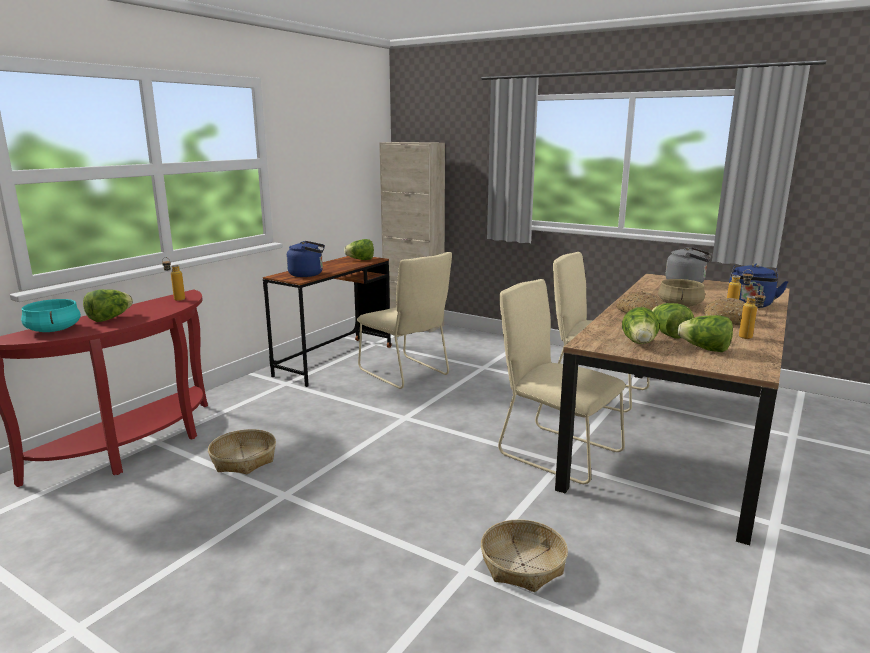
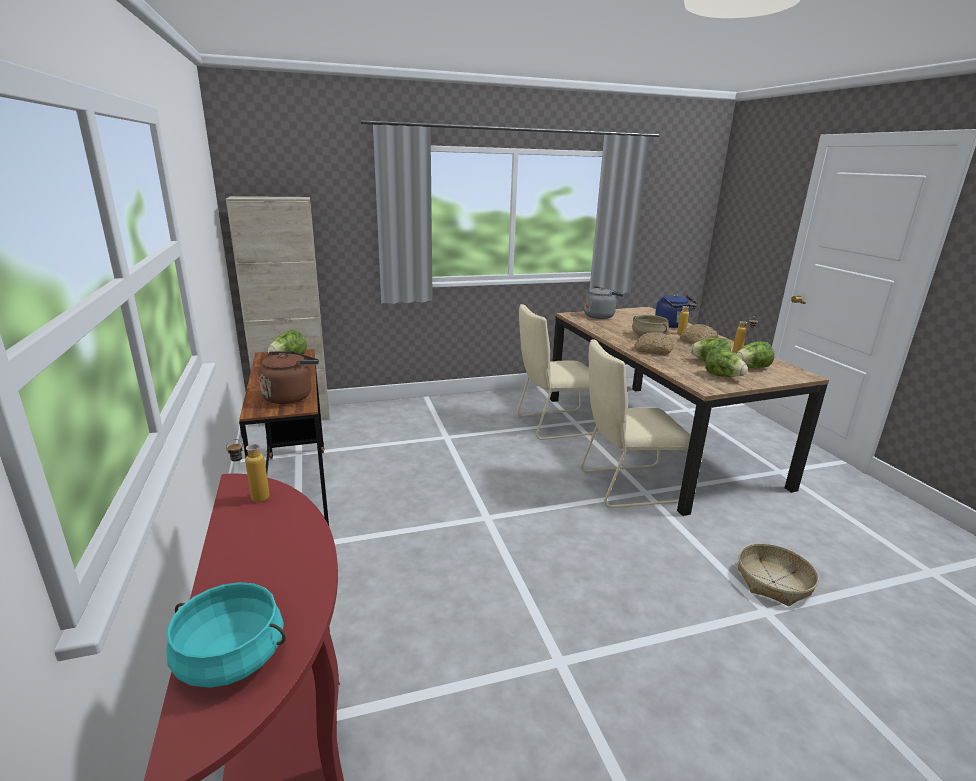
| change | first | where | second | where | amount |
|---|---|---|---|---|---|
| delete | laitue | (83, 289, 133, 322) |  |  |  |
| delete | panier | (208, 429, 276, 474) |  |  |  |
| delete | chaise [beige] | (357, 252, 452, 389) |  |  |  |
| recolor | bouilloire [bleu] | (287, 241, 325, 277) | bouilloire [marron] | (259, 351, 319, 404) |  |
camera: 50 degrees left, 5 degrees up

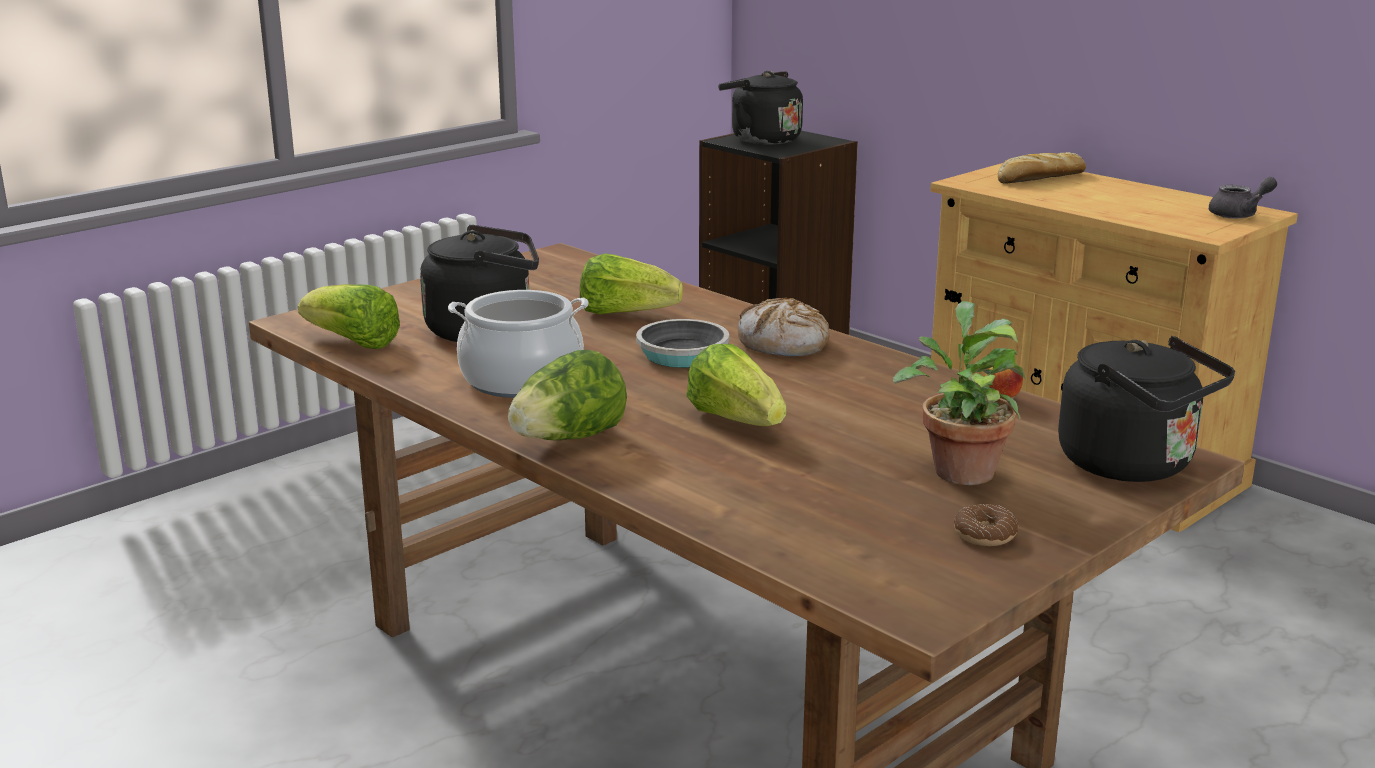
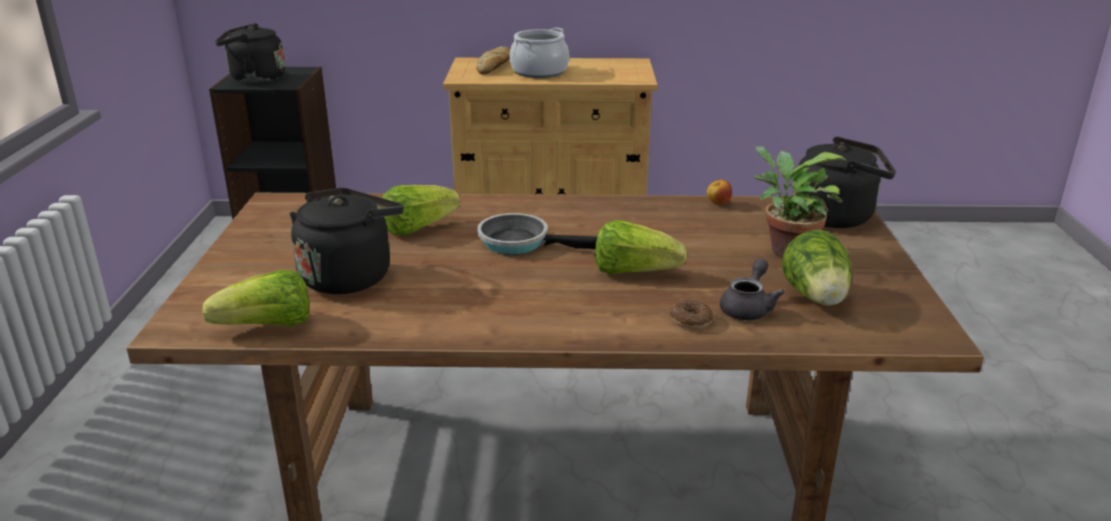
| change | first | where | second | where | amount |
|---|---|---|---|---|---|
| delete | pain | (738, 298, 830, 357) |  |  |  |
| move | marmite | (448, 290, 588, 398) |  | (510, 28, 569, 78) |  |
| move | laitue | (508, 350, 627, 440) |  | (782, 230, 852, 306) |  |
| move | beignet | (954, 504, 1018, 546) |  | (670, 299, 713, 329) |  |
| move | théière [gris] | (1209, 177, 1277, 219) |  | (720, 258, 785, 320) |  |
camera: 45 degrees left, 5 degrees up

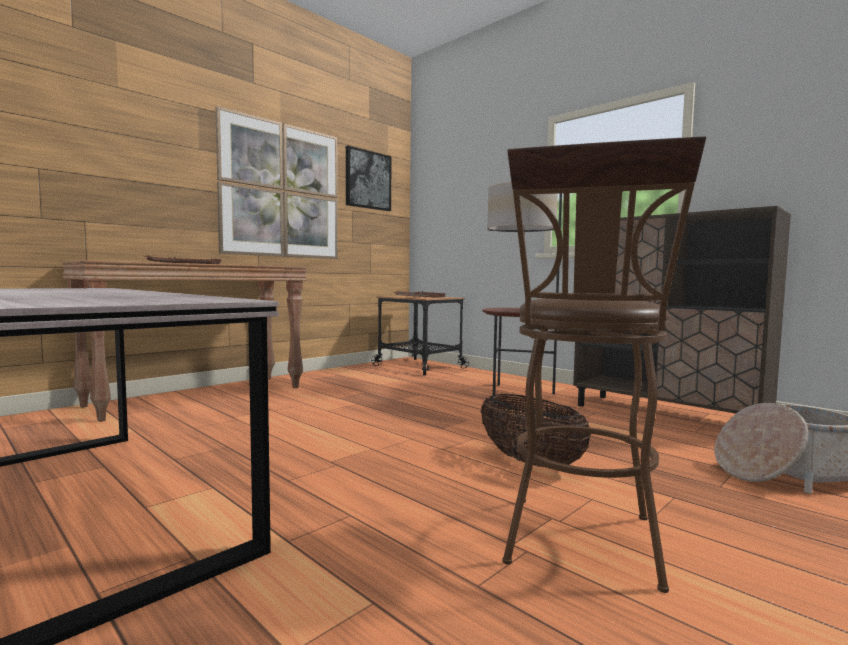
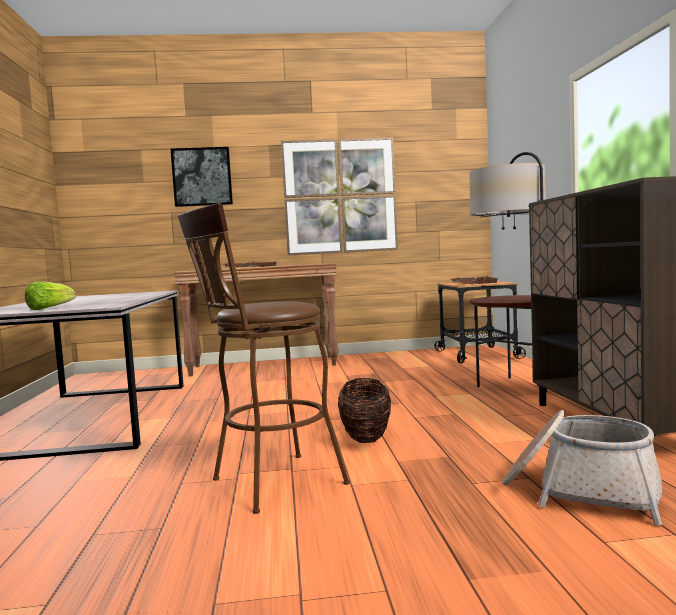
| change | first | where | second | where | amount |
|---|---|---|---|---|---|
| insert |  |  | laitue | (25, 281, 76, 310) |  |
| move | tableau | (346, 146, 392, 211) |  | (171, 147, 233, 207) |  |
camera: 40 degrees right, 0 degrees up

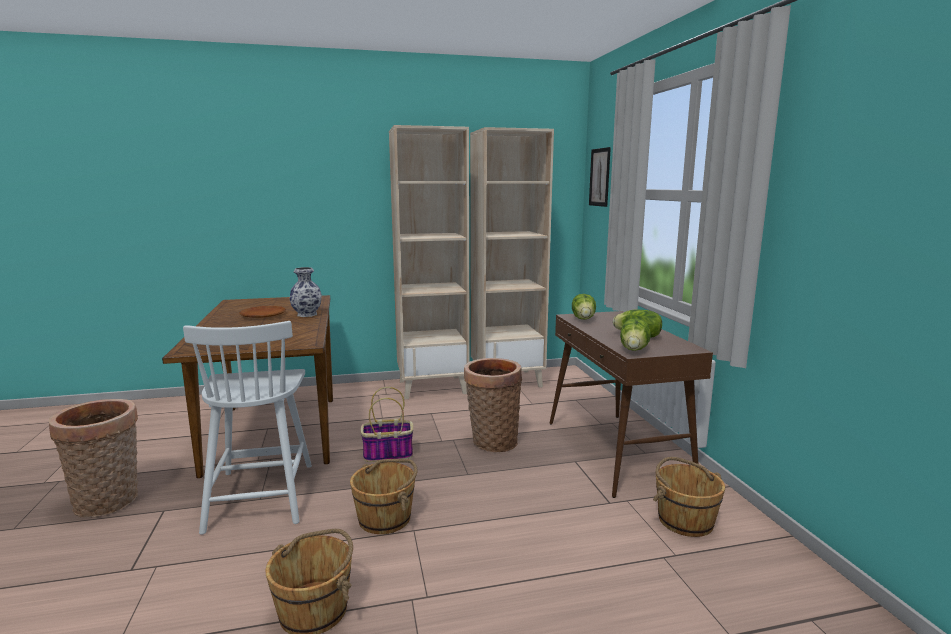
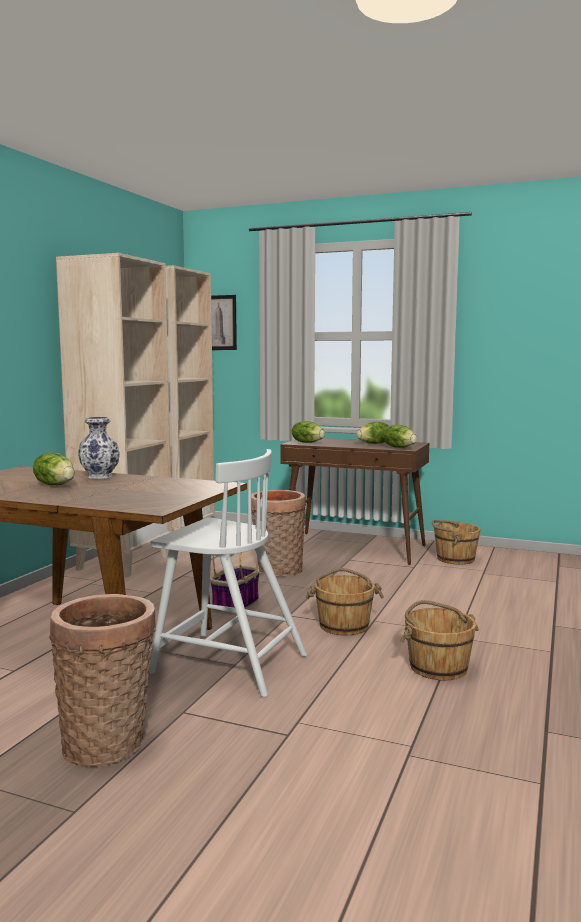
| change | first | where | second | where | amount |
|---|---|---|---|---|---|
| replace | assiette [marron] | (239, 306, 286, 318) | laitue | (33, 453, 74, 485) |  |
camera: 55 degrees left, 5 degrees down

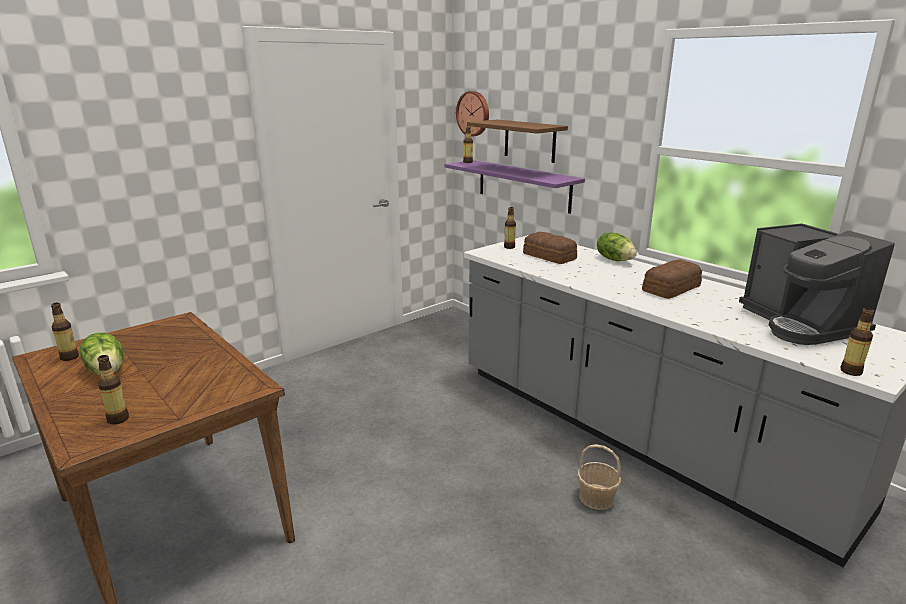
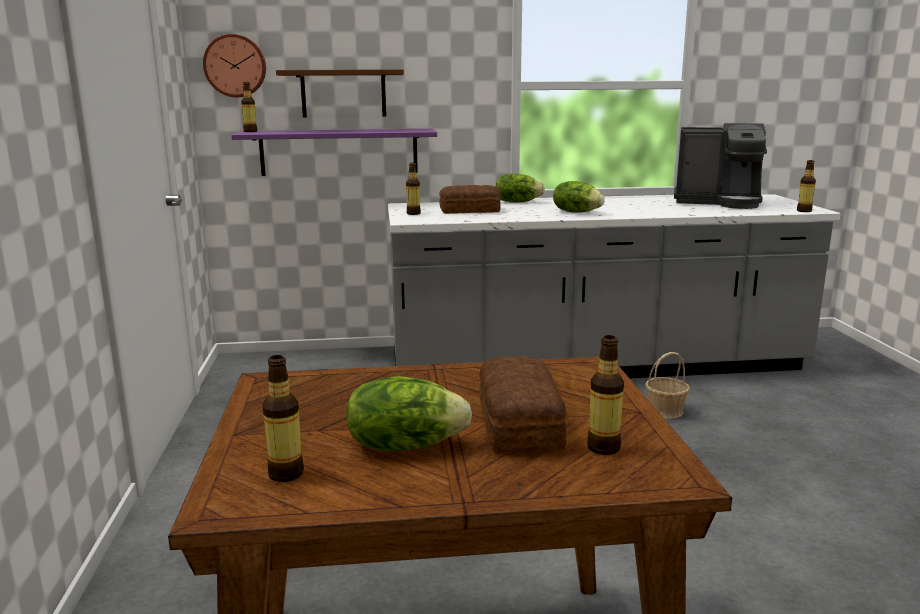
| change | first | where | second | where | amount |
|---|---|---|---|---|---|
| insert |  |  | laitue | (553, 181, 605, 213) |  |
| move | pain | (642, 260, 702, 299) |  | (479, 356, 566, 454) |  |
camera: 55 degrees left, 5 degrees down

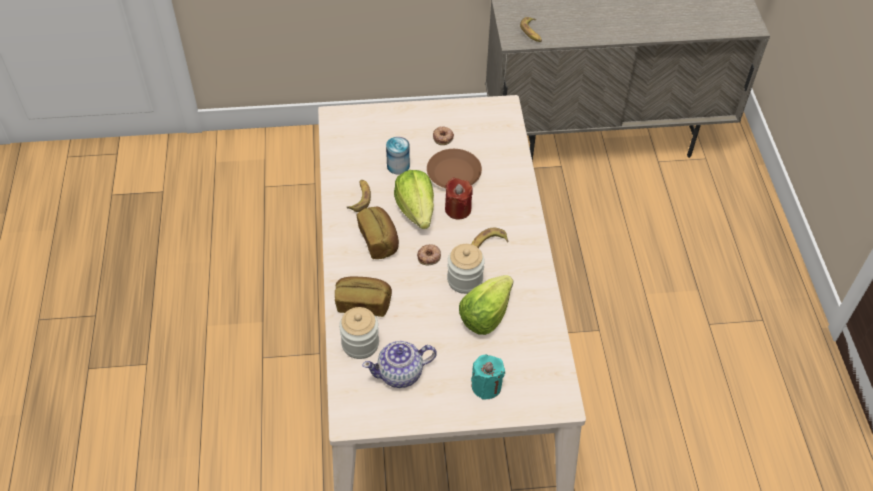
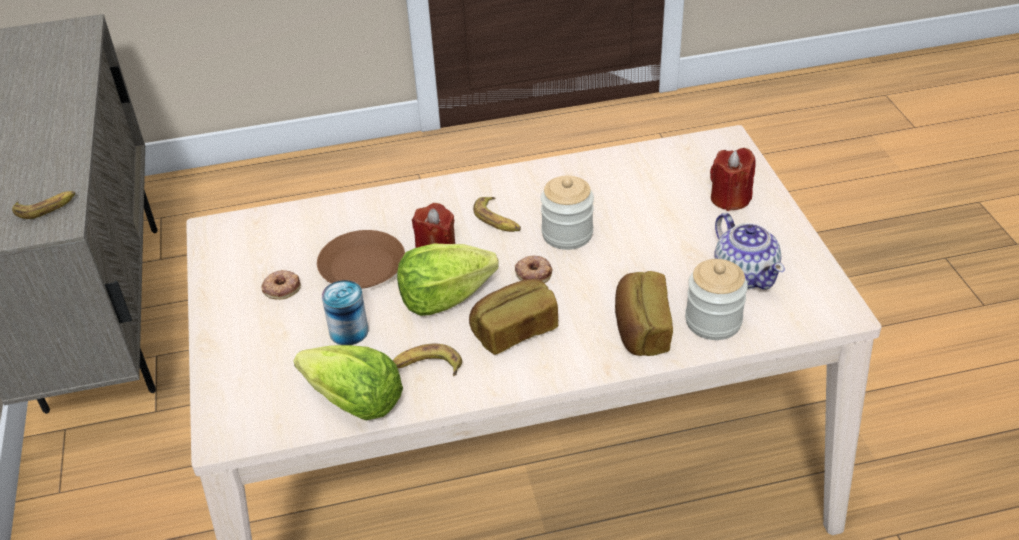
| change | first | where | second | where | amount |
|---|---|---|---|---|---|
| move | laitue | (459, 275, 513, 335) |  | (294, 345, 403, 420) |  |
| recolor | bougie [turquoise] | (471, 355, 505, 400) | bougie [rouge] | (710, 148, 756, 211) |  |
camera: 95 degrees left, 10 degrees down

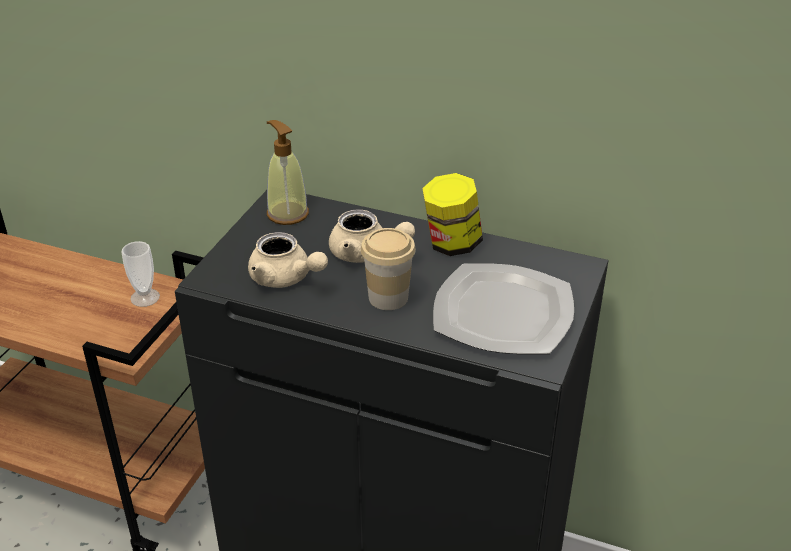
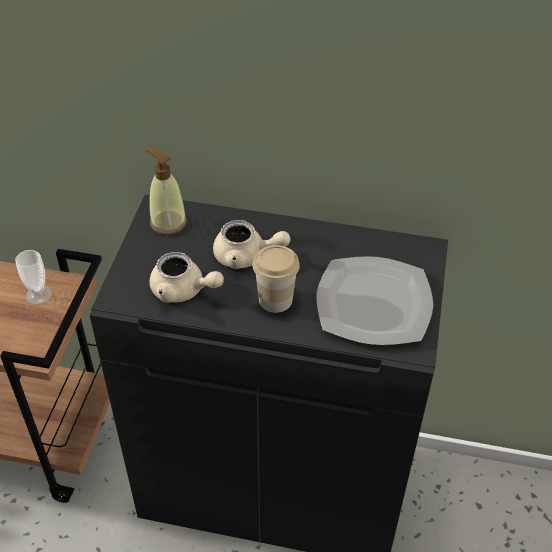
| change | first | where | second | where | amount |
|---|---|---|---|---|---|
| delete | bocal | (422, 173, 483, 256) |  |  |  |
camera: 10 degrees left, 10 degrees up

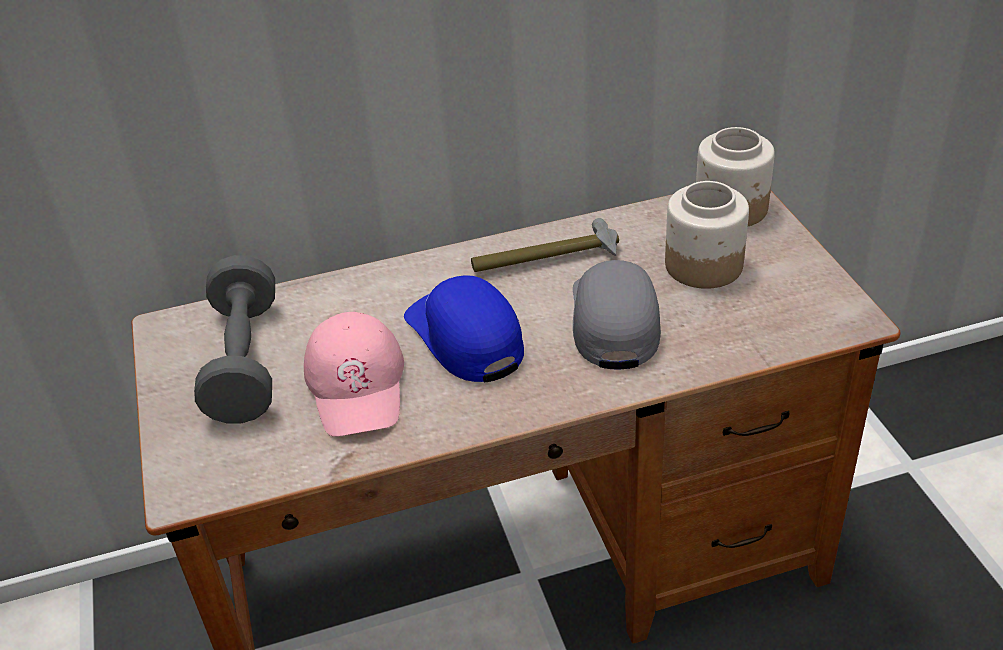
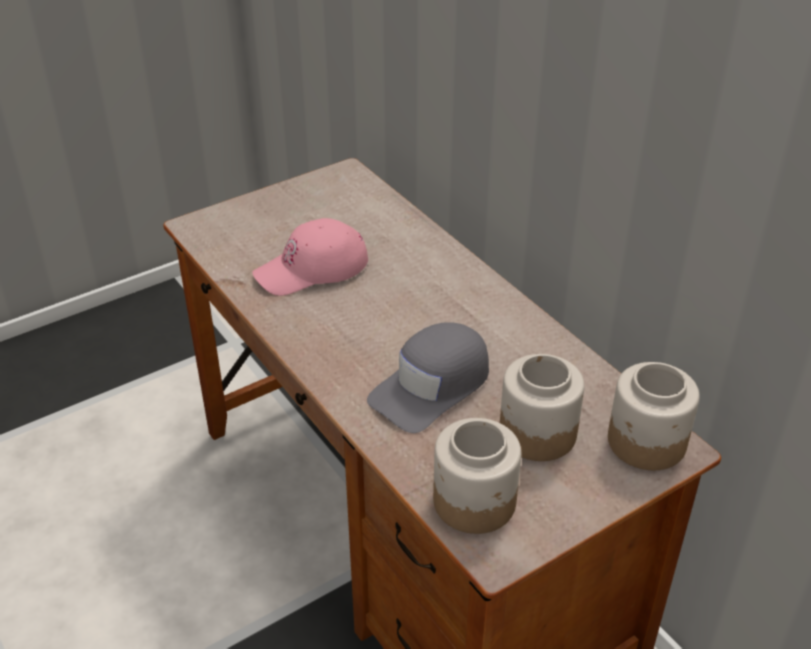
| change | first | where | second | where | amount |
|---|---|---|---|---|---|
| delete | haltère [gris] | (194, 255, 275, 423) |  |  |  |
| delete | casquette [bleu] | (404, 275, 524, 382) |  |  |  |
| delete | marteau | (471, 218, 619, 272) |  |  |  |
| insert |  |  | bocal | (433, 418, 521, 534) |  |
| rotate | casquette [gris] | (573, 260, 661, 370) |  | (367, 322, 489, 433) | 150 degrees clockwise |
camera: 70 degrees right, 0 degrees up

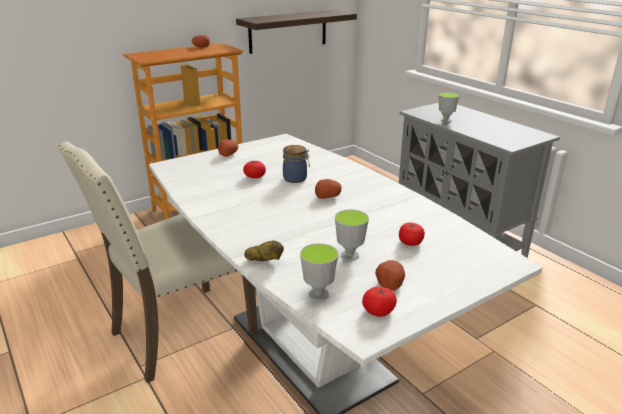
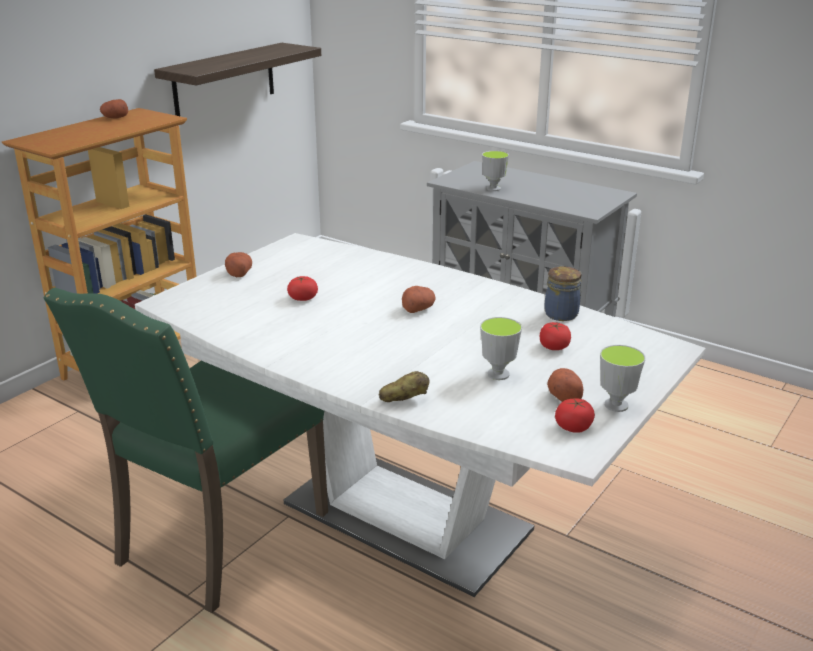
| change | first | where | second | where | amount |
|---|---|---|---|---|---|
| move | bocal | (283, 145, 310, 183) |  | (544, 266, 582, 321) |  |
| move | tasse | (300, 243, 338, 301) |  | (600, 345, 646, 412) |  |
| recolor | chaise [beige] | (57, 141, 258, 383) | chaise [vert] | (44, 288, 328, 613) |  |
camera: 20 degrees left, 0 degrees up

